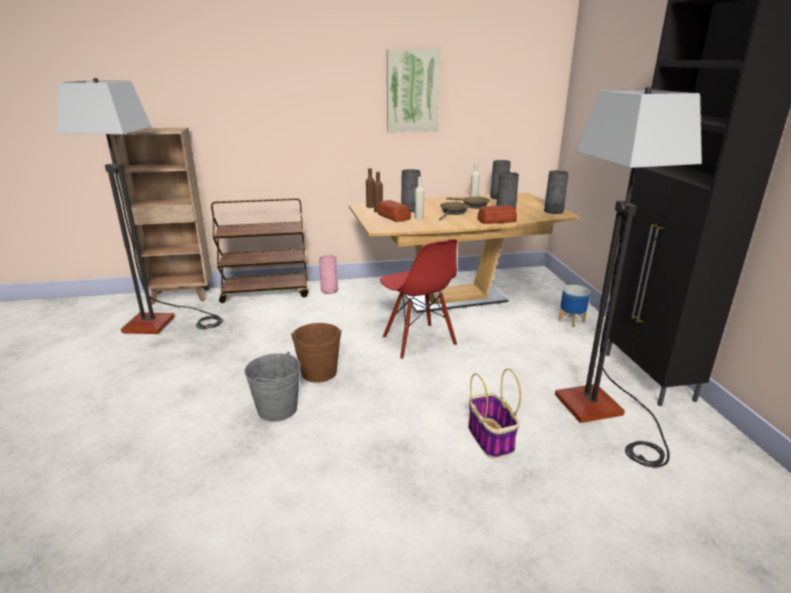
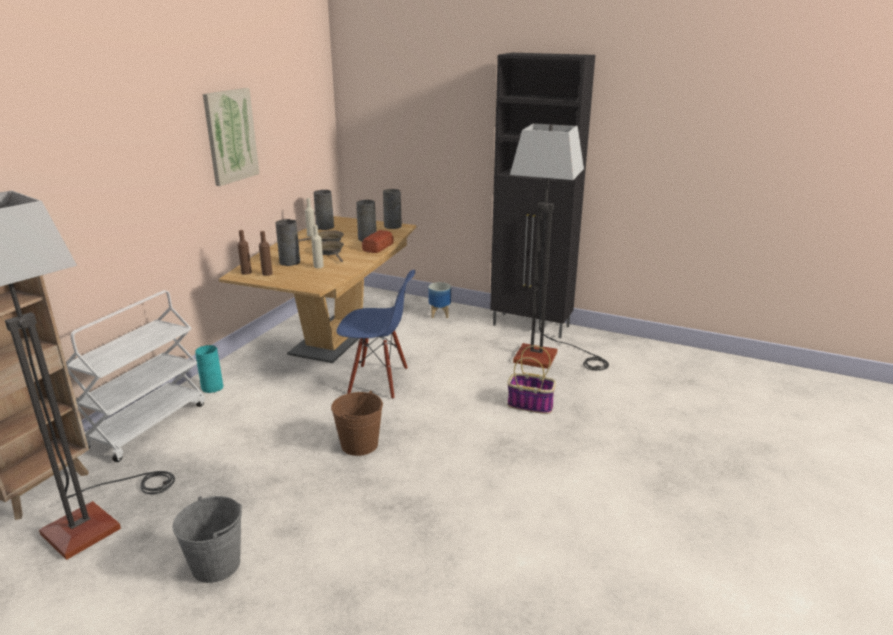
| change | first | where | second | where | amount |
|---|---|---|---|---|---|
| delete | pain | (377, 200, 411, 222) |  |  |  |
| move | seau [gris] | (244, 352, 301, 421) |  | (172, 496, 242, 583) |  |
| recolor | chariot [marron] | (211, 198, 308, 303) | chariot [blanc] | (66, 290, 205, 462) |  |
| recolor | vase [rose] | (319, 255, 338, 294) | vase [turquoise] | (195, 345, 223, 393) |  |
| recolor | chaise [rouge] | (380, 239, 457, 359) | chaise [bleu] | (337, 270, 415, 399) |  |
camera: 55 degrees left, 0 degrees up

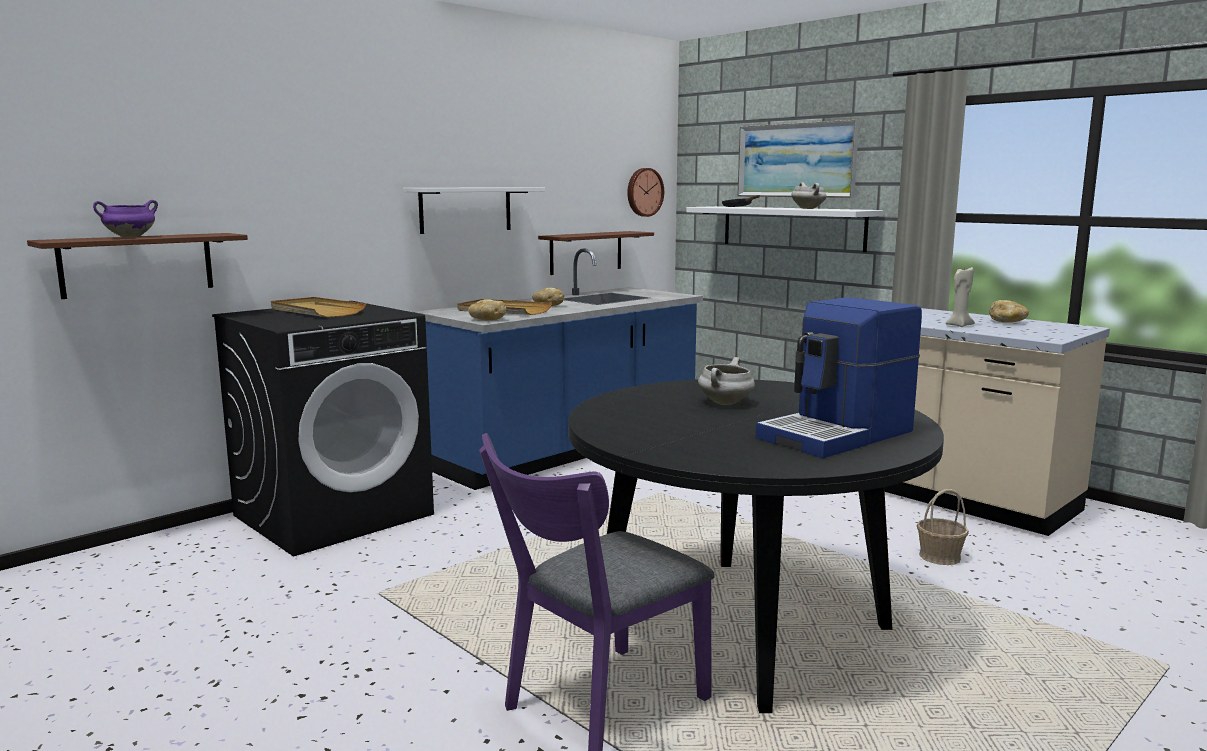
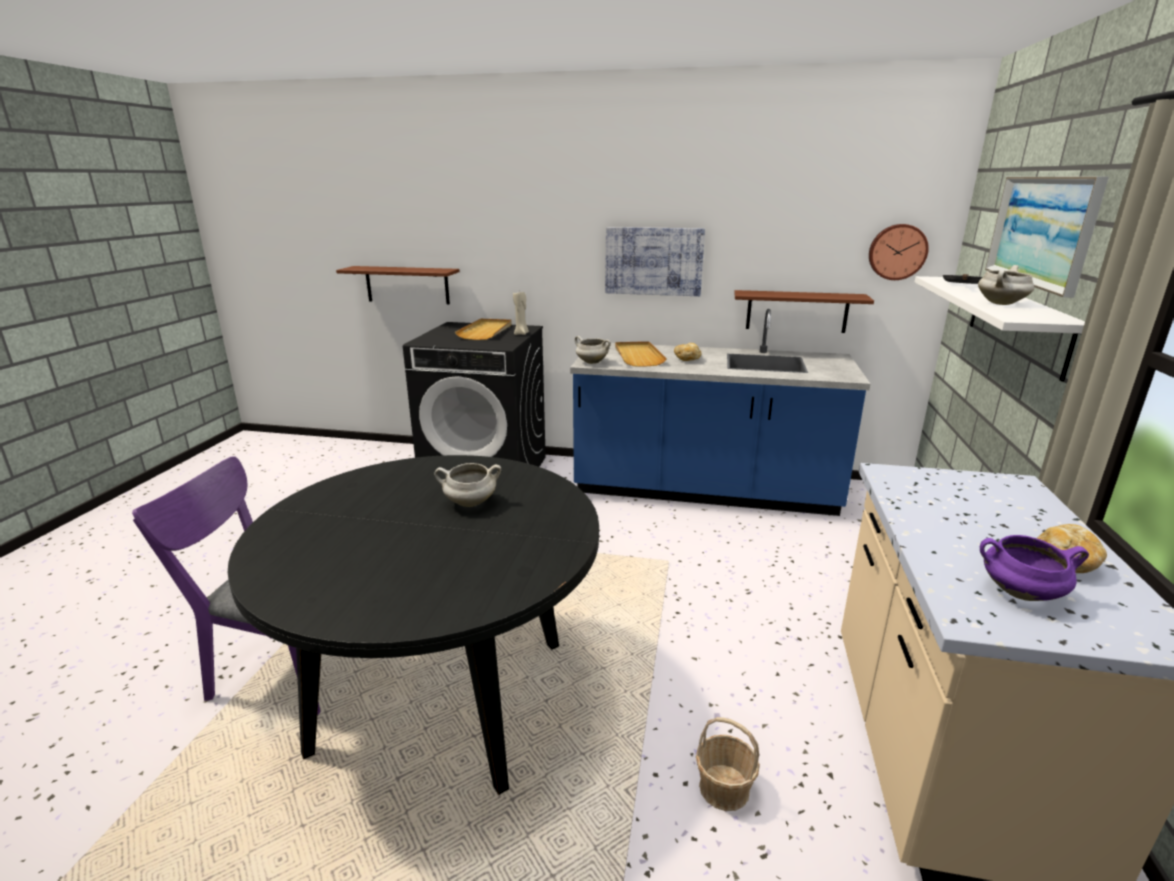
| change | first | where | second | where | amount |
|---|---|---|---|---|---|
| delete | machine à café | (756, 297, 922, 458) |  |  |  |
| move | marmite [violet] | (93, 200, 158, 238) |  | (980, 535, 1089, 601) |  |
| move | bougie [beige] | (945, 267, 975, 327) |  | (513, 291, 529, 335) |  |
| replace | étagère [blanc] | (403, 187, 545, 234) | tableau | (605, 227, 705, 296) |  |
| replace | pain | (468, 299, 507, 320) | marmite [blanc] | (575, 336, 611, 364) |  |
camera: 55 degrees right, 10 degrees up

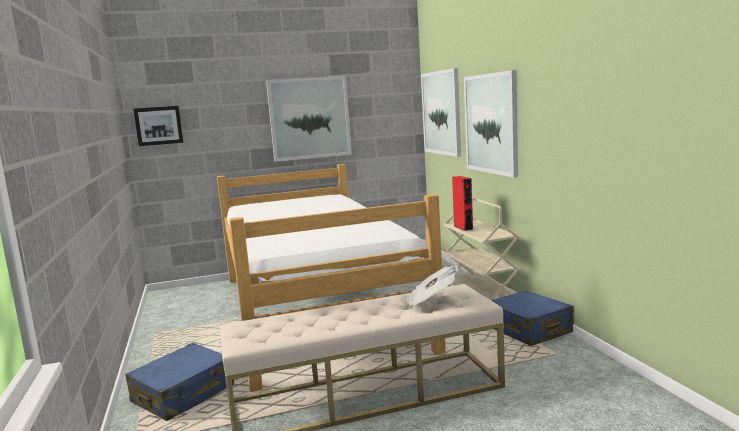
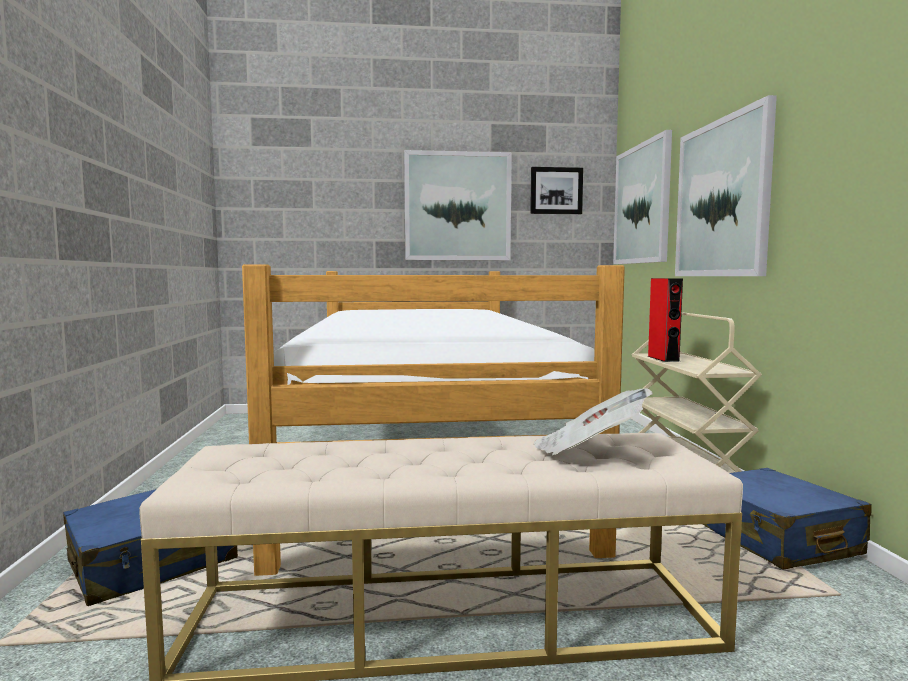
| change | first | where | second | where | amount |
|---|---|---|---|---|---|
| move | tableau | (133, 106, 183, 146) |  | (530, 167, 583, 214) |  |
camera: 10 degrees right, 5 degrees down

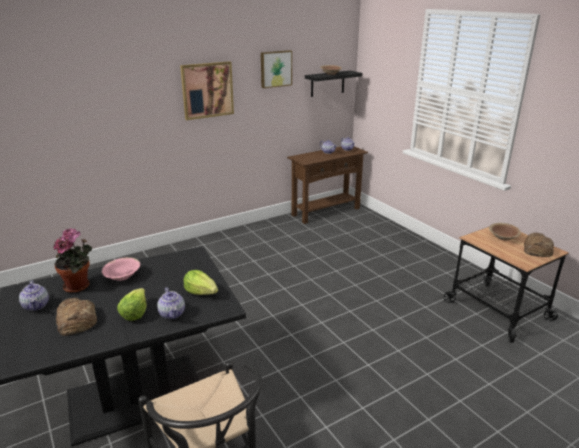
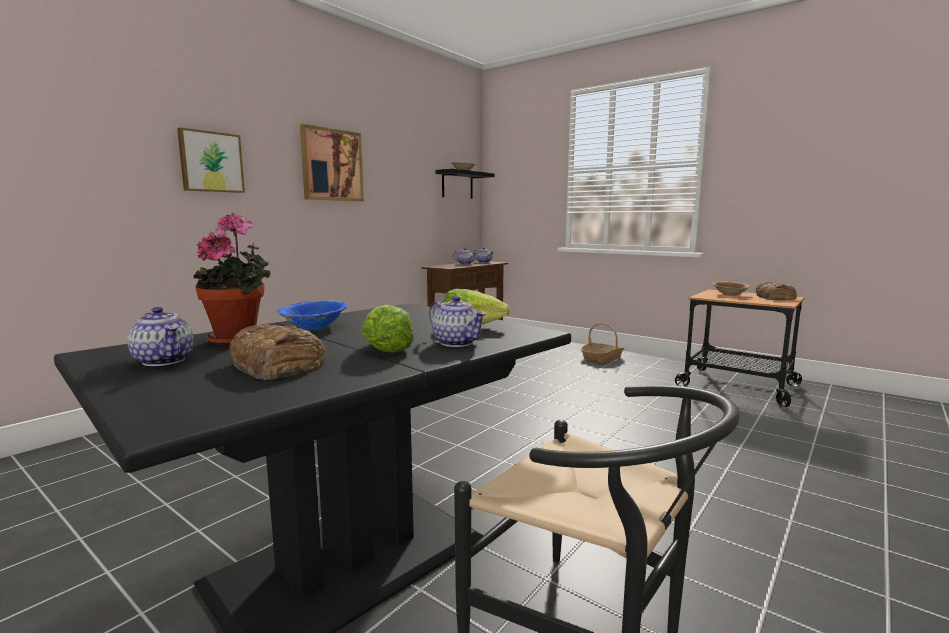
| change | first | where | second | where | amount |
|---|---|---|---|---|---|
| insert |  |  | panier | (581, 323, 624, 363) |  |
| move | tableau | (261, 50, 292, 88) |  | (177, 127, 245, 193) |  |
| recolor | bol [rose] | (102, 257, 140, 281) | bol [bleu] | (277, 300, 348, 330) |  |
camera: 20 degrees left, 15 degrees down

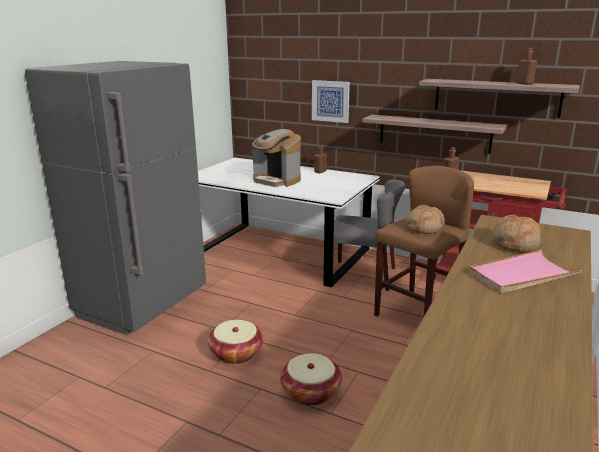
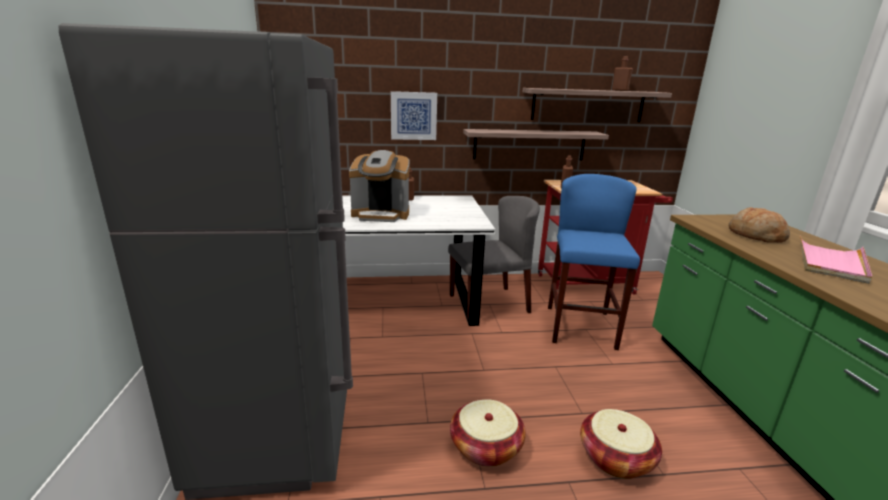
| change | first | where | second | where | amount |
|---|---|---|---|---|---|
| delete | pain | (406, 205, 445, 234) |  |  |  |
| recolor | tabouret [marron] | (374, 166, 474, 316) | tabouret [bleu] | (548, 174, 640, 350) |  |
camera: 35 degrees left, 0 degrees up

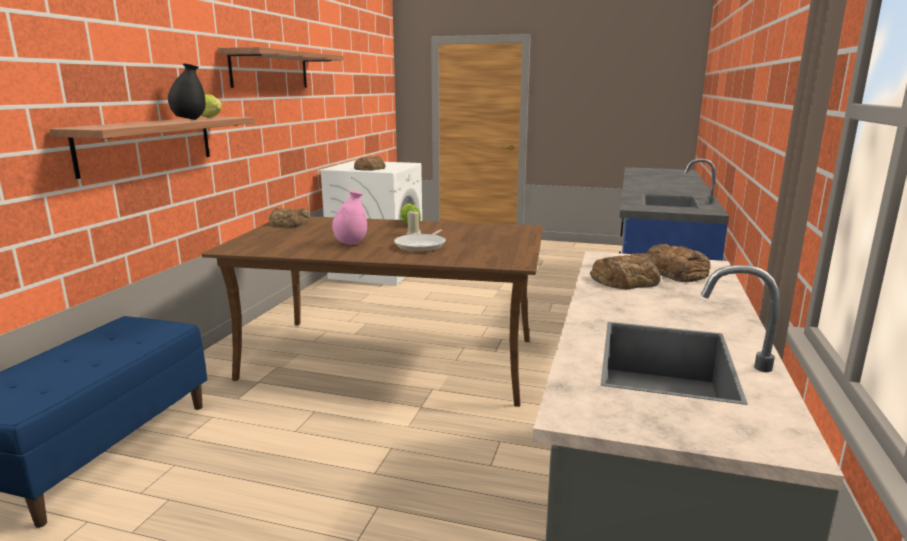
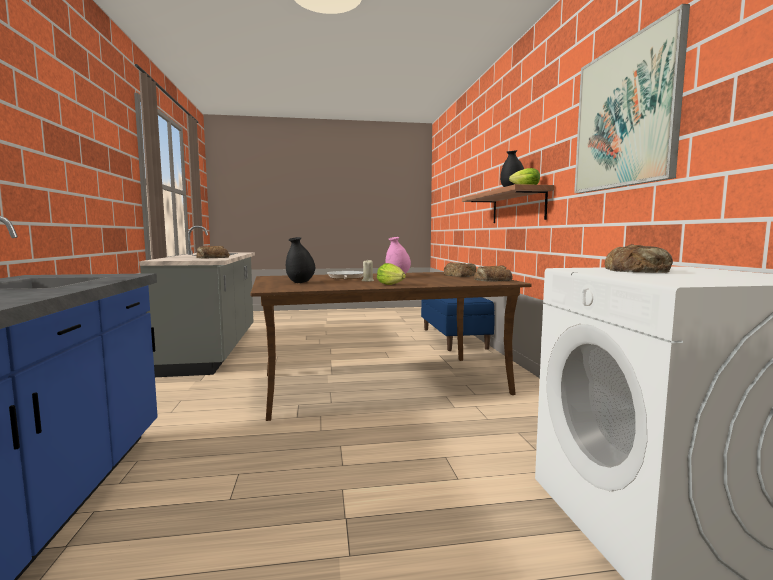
| change | first | where | second | where | amount |
|---|---|---|---|---|---|
| insert |  |  | vase [noir] | (286, 237, 315, 283) |  |
| move | pain | (647, 244, 711, 282) |  | (444, 262, 476, 277) |  |
| replace | étagère | (218, 47, 343, 88) | tableau | (574, 4, 690, 193) |  |
camera: 155 degrees right, 10 degrees down

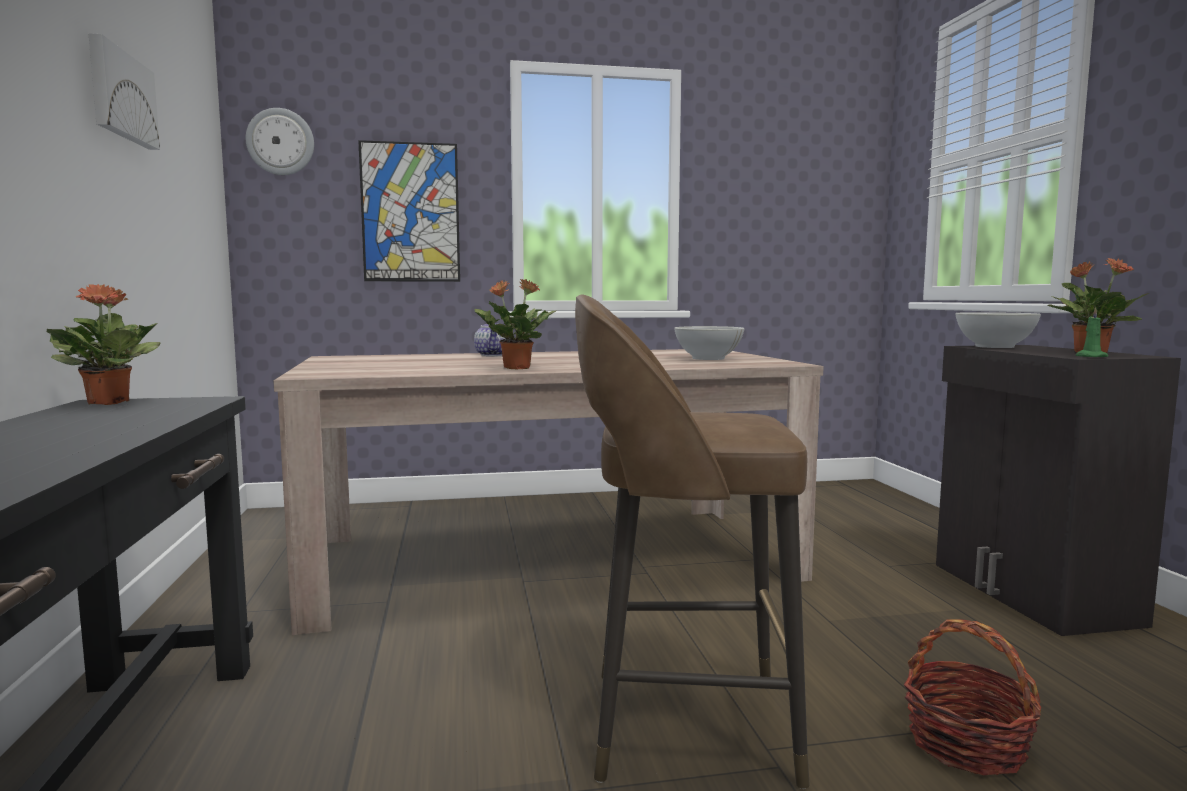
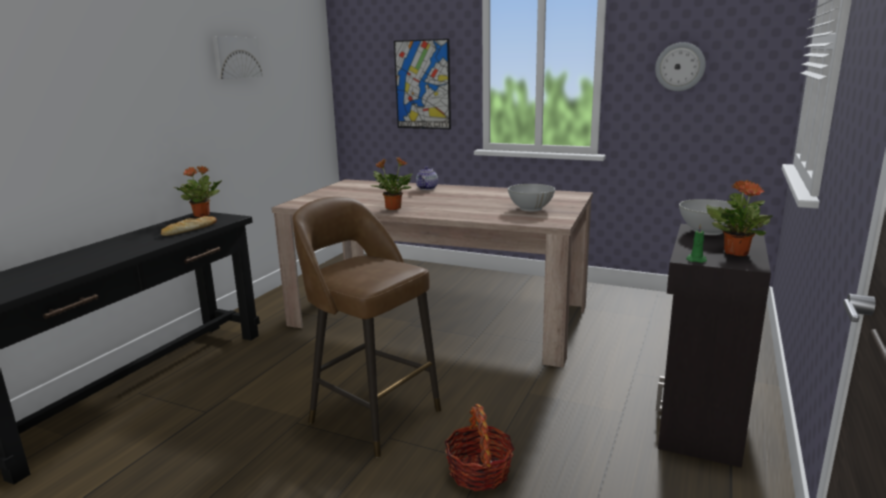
| change | first | where | second | where | amount |
|---|---|---|---|---|---|
| insert |  |  | pain | (161, 216, 217, 236) |  |
| move | horloge murale | (246, 108, 314, 175) |  | (655, 42, 706, 91) |  |
camera: 35 degrees right, 10 degrees up

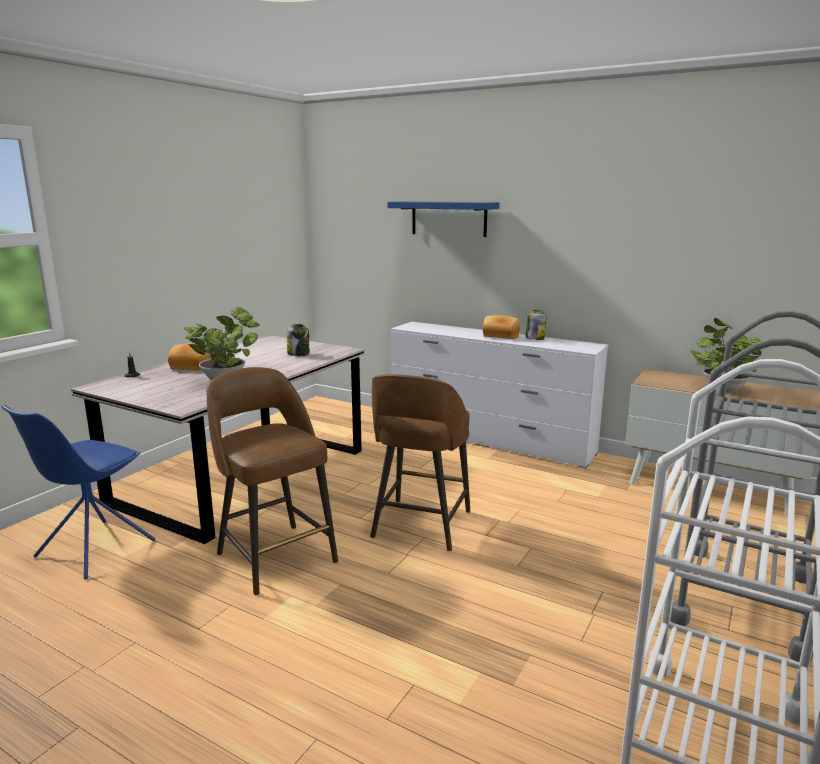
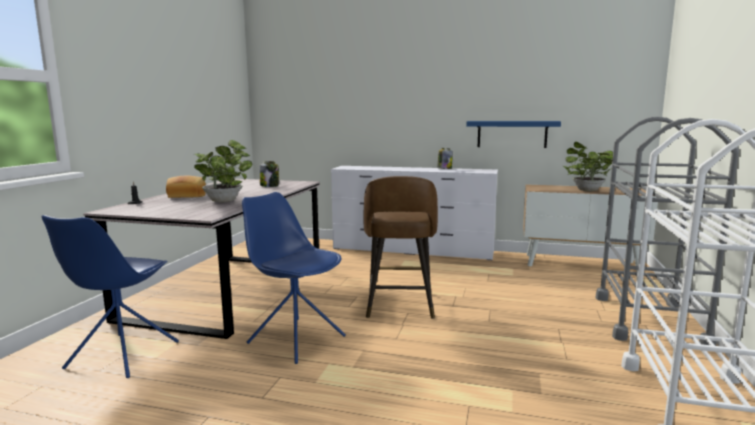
| change | first | where | second | where | amount |
|---|---|---|---|---|---|
| delete | pain | (483, 315, 520, 339) |  |  |  |
| move | étagère [bleu] | (387, 201, 499, 237) |  | (466, 121, 561, 148) |  |
| replace | tabouret [marron] | (206, 367, 338, 595) | chaise [bleu] | (242, 192, 346, 364) |  |
camera: 15 degrees left, 5 degrees down

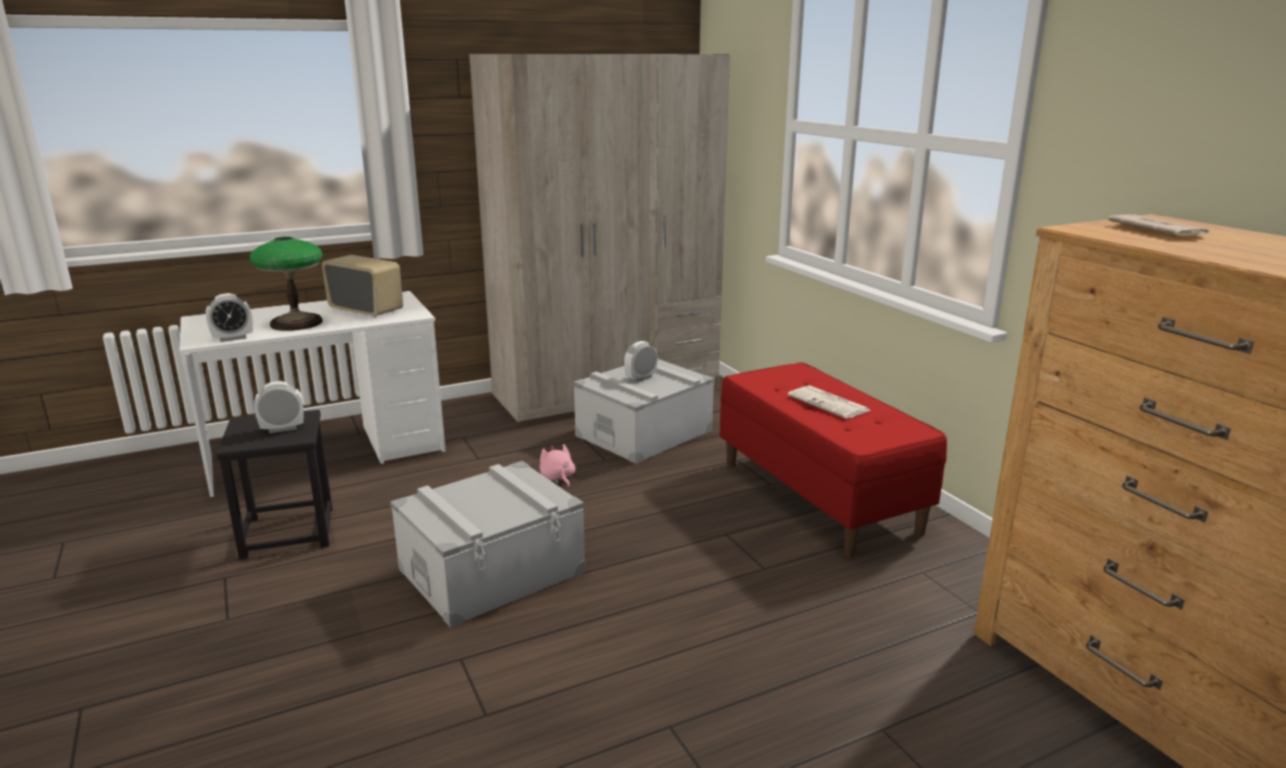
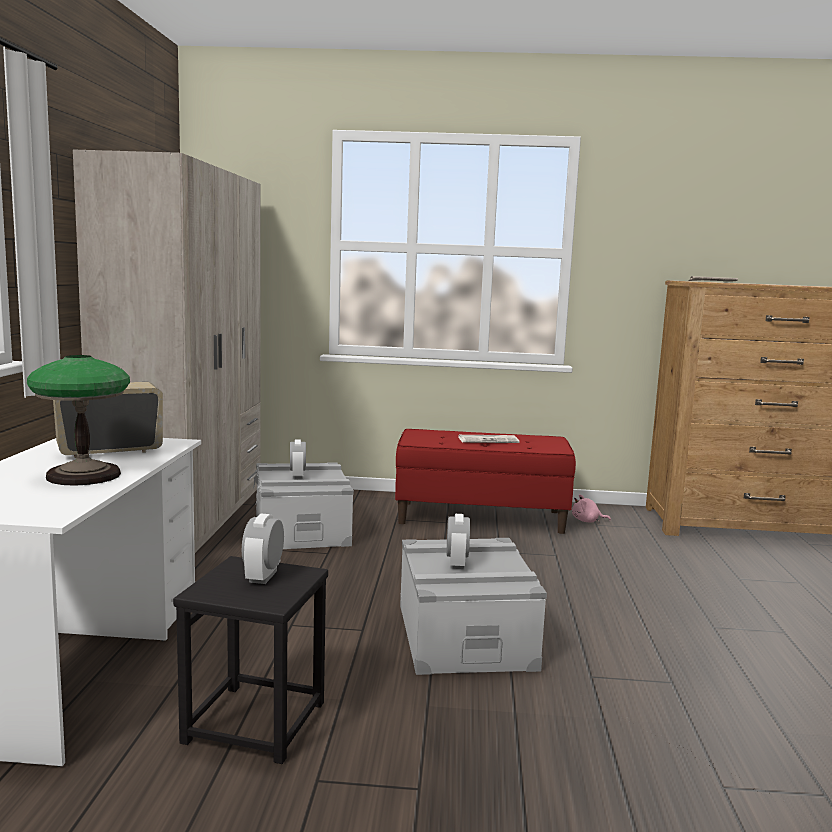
| change | first | where | second | where | amount |
|---|---|---|---|---|---|
| move | réveil | (206, 293, 253, 342) |  | (447, 514, 470, 569) |  |
| move | peluche [rose] | (540, 444, 575, 488) |  | (572, 494, 611, 523) |  |
camera: 60 degrees left, 10 degrees down

